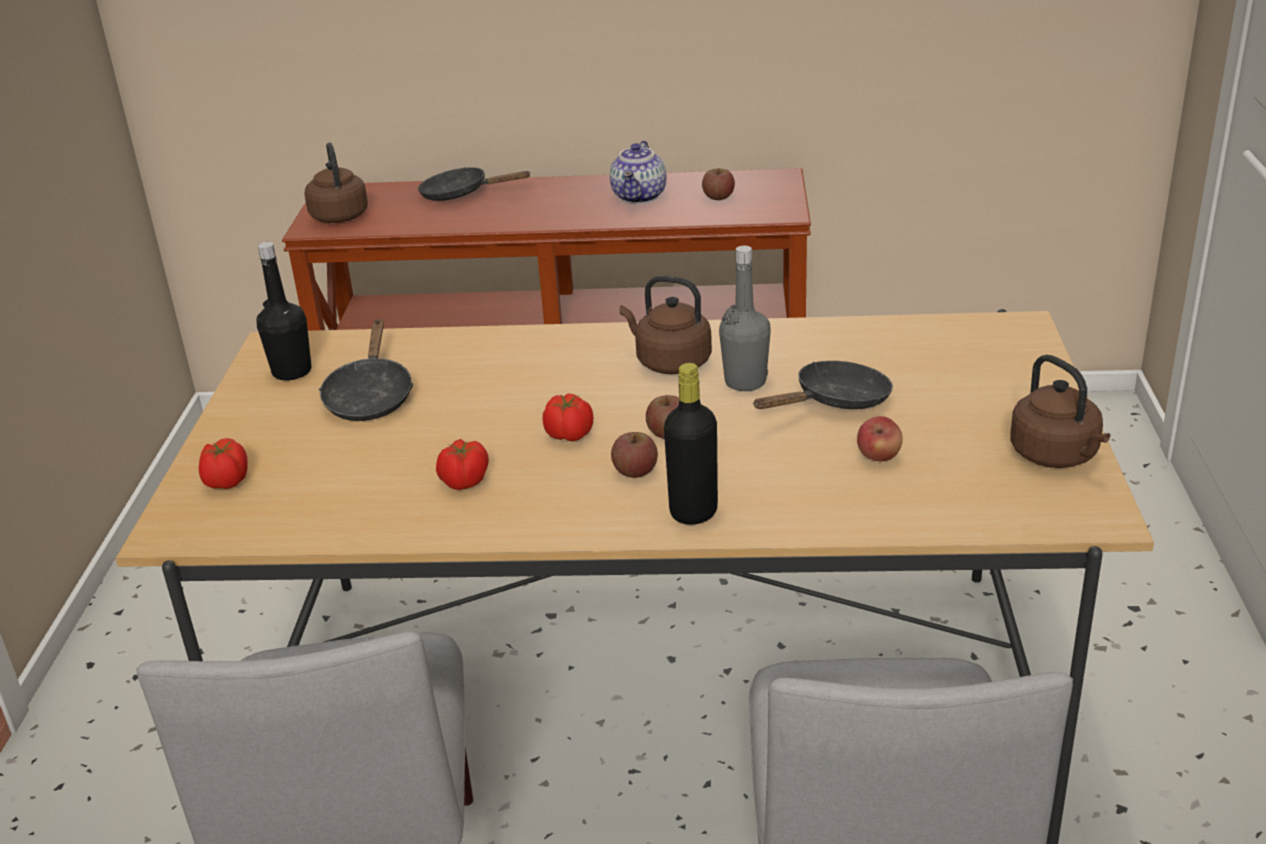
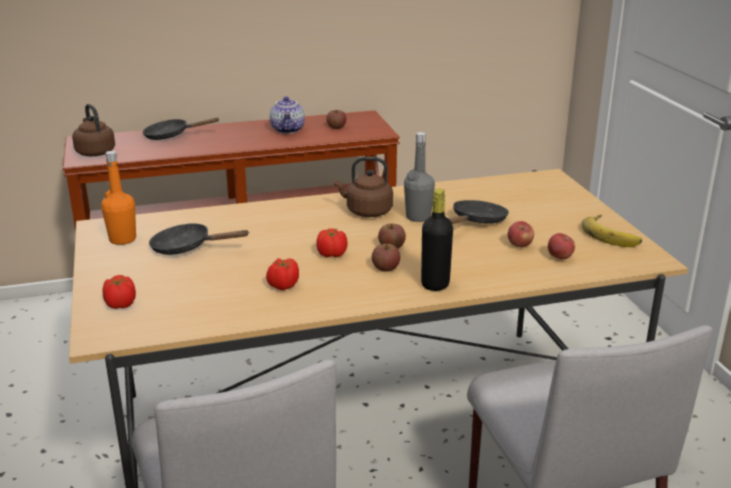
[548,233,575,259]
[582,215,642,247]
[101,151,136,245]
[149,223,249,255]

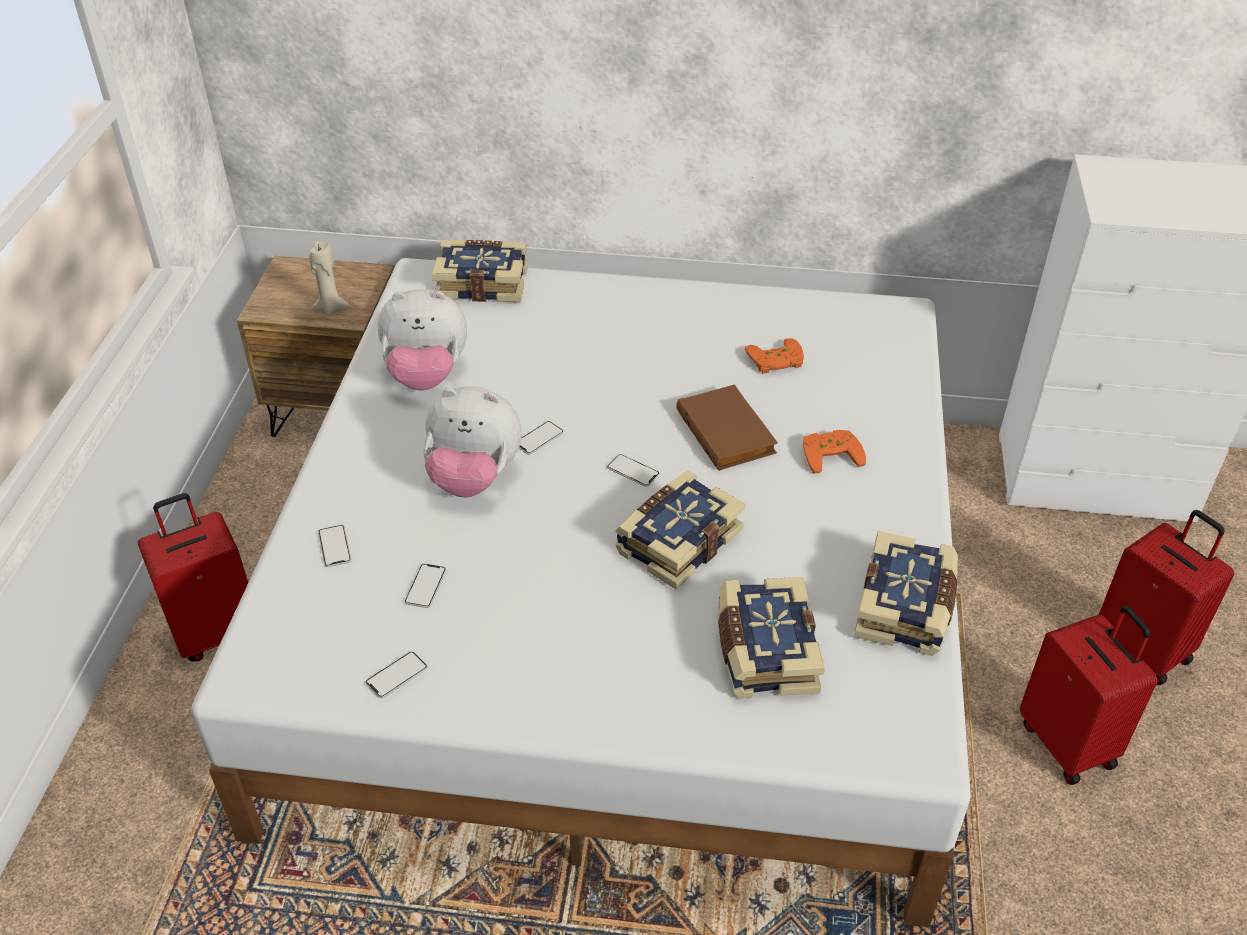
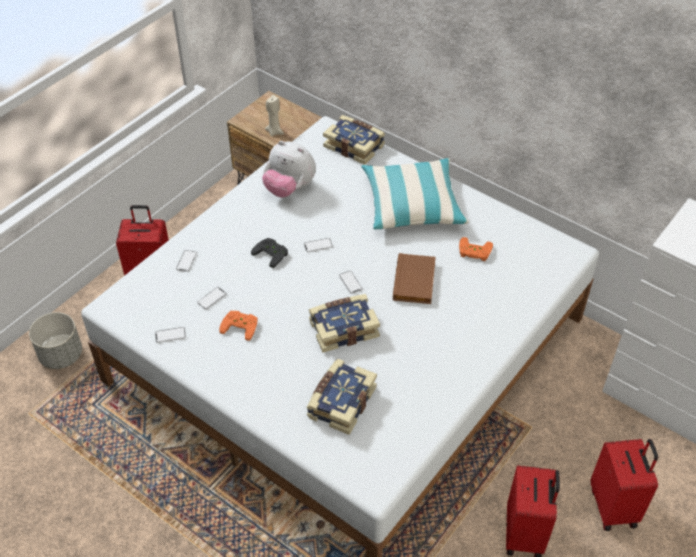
[853,531,958,656] (first image)
[29,312,82,369]
[361,158,469,229]
[219,311,258,341]
[251,238,288,268]

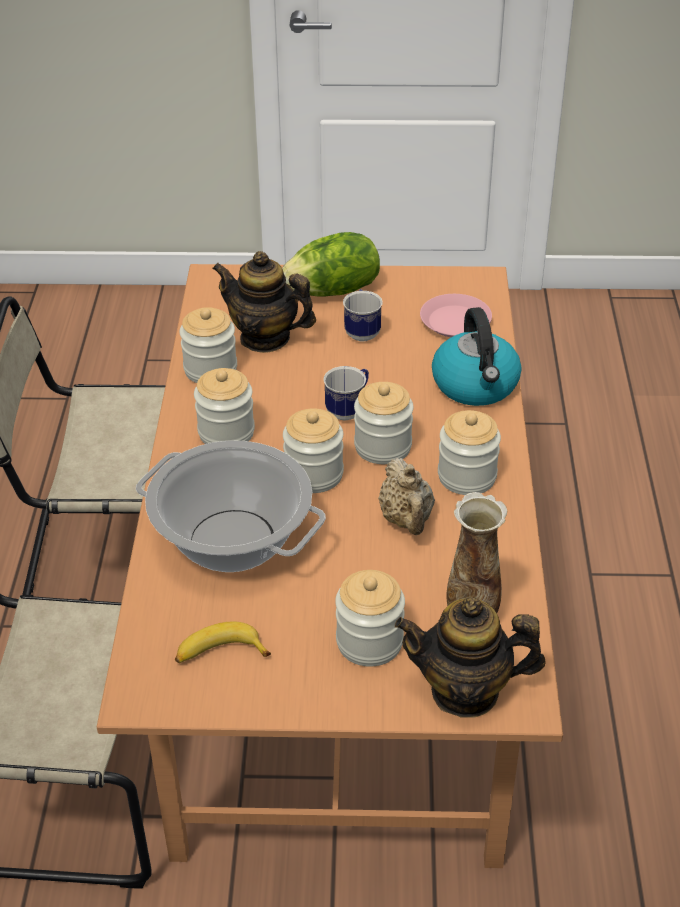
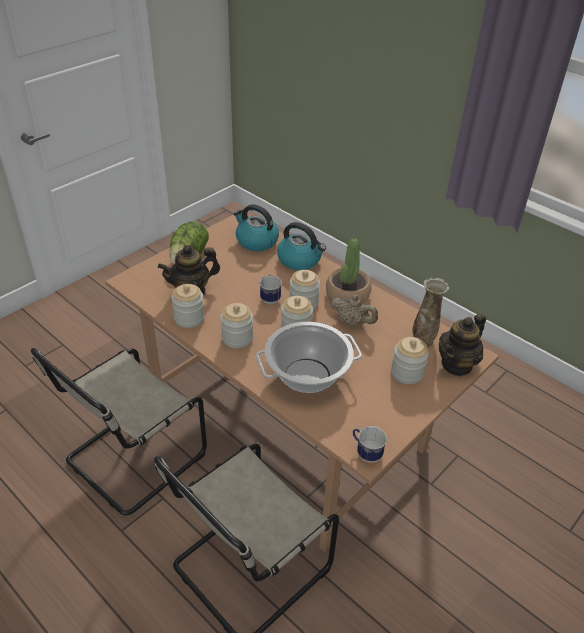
[175,621,271,663] (first image)
[353,426,387,463]
[234,204,279,251]
[326,238,371,303]

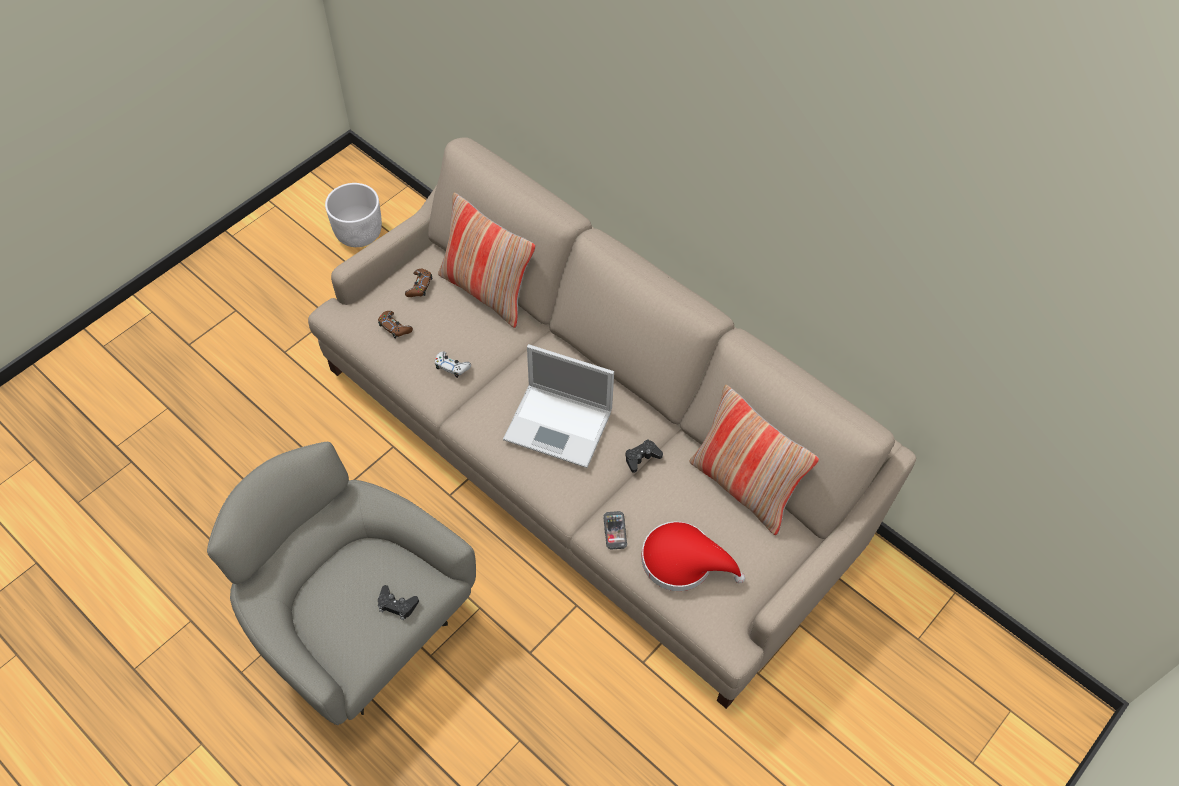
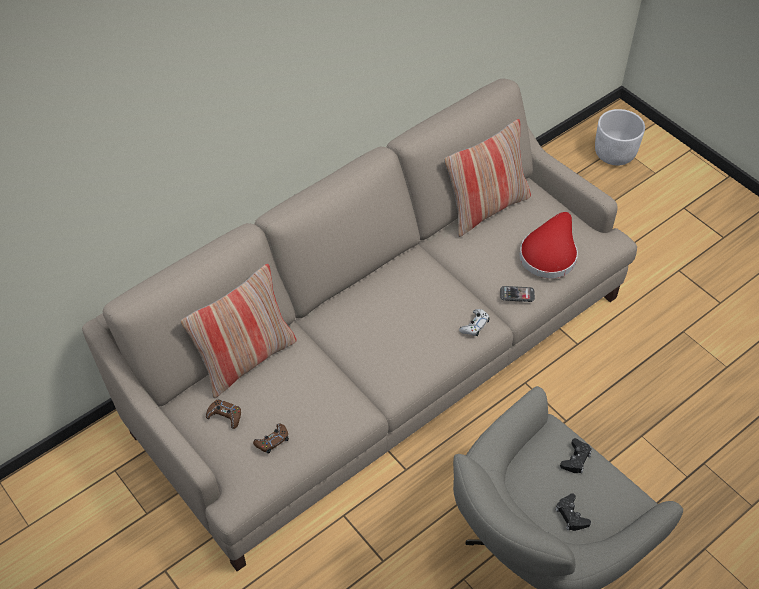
[503,344,614,468] (first image)
[595,109,645,165]
[459,309,490,336]
[555,493,591,531]

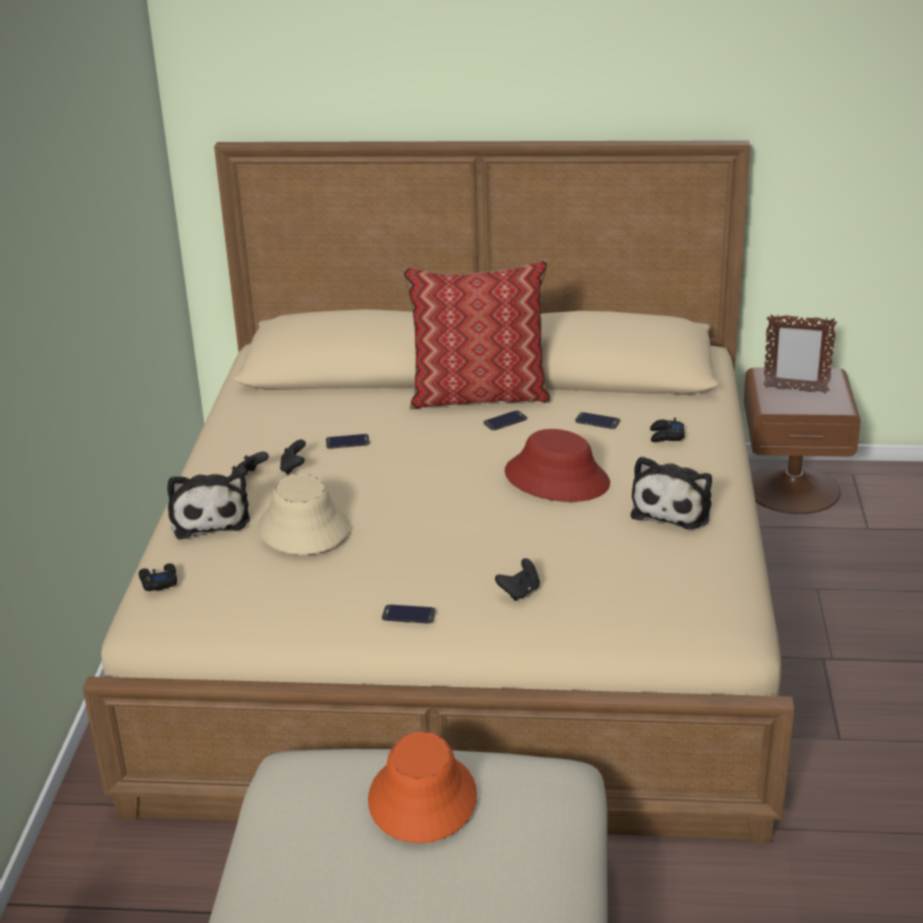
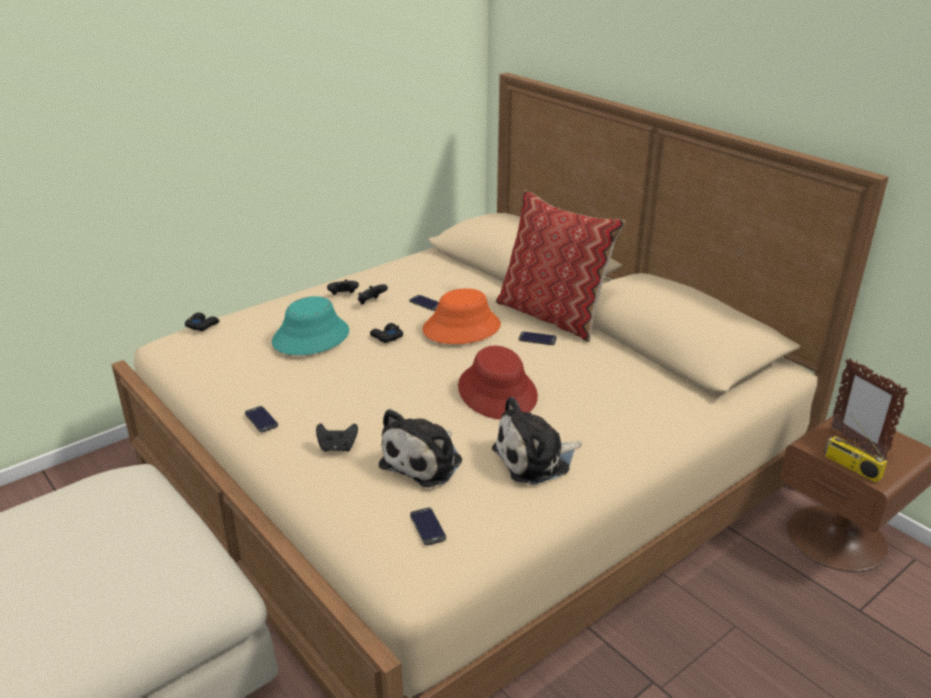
[824,413,887,483]
[379,409,462,487]
[422,288,501,344]
[410,507,446,545]
[370,323,403,343]
[272,296,349,355]

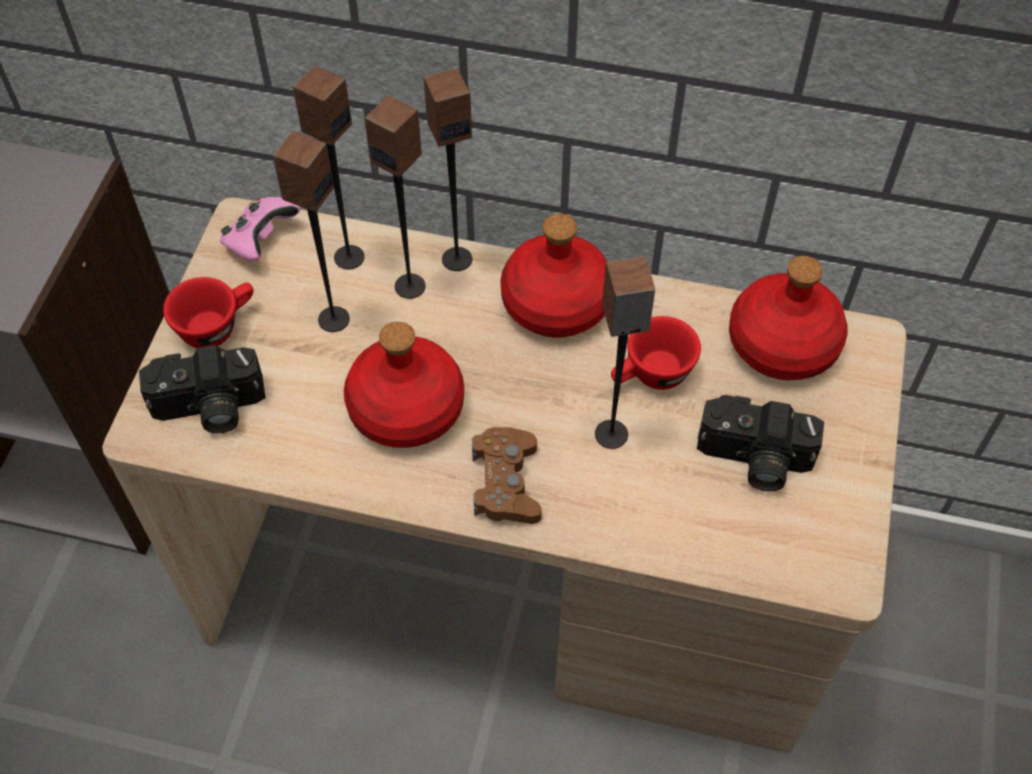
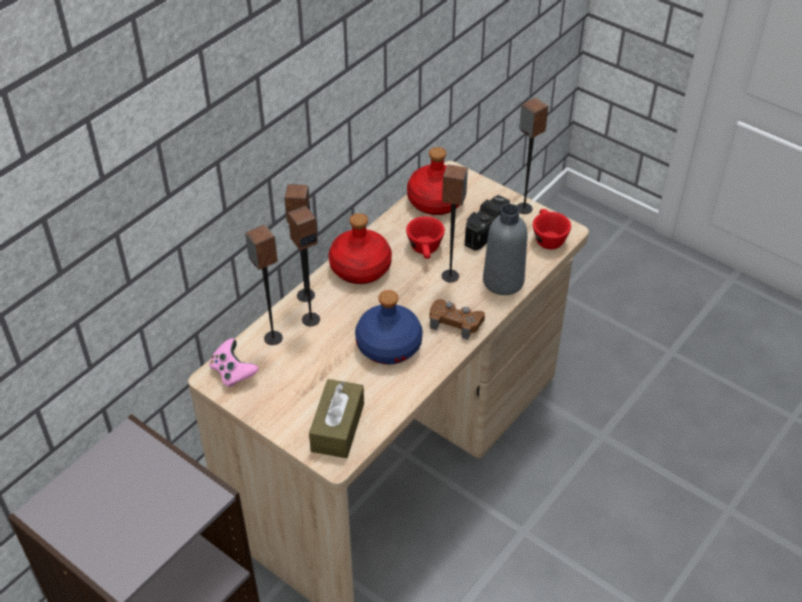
[483,204,528,295]
[533,209,571,249]
[517,97,548,214]
[309,379,364,458]
[355,290,423,364]

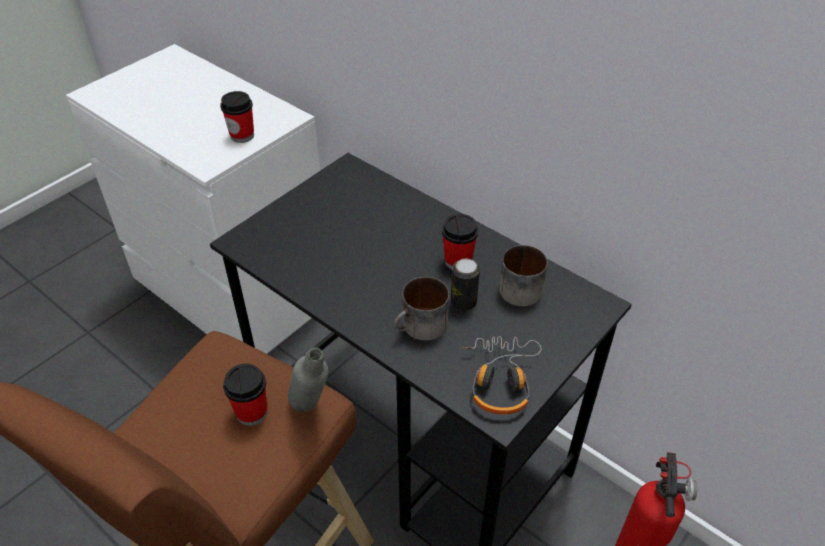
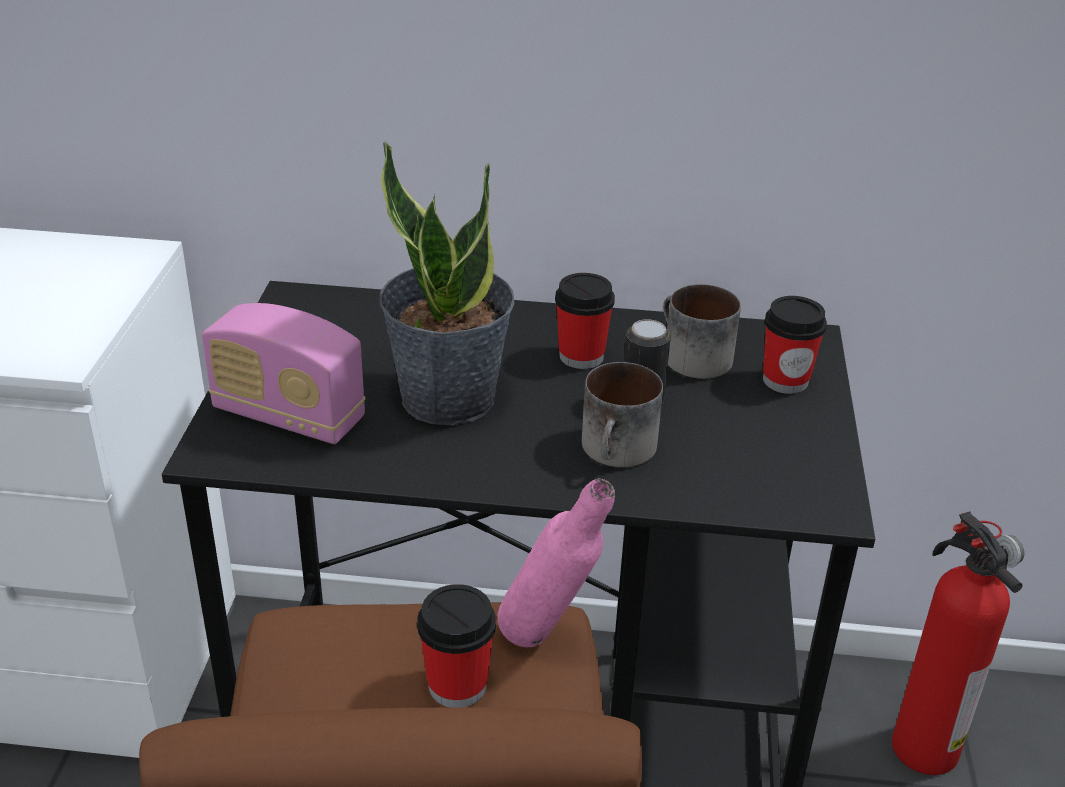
[462,336,542,414] (first image)
[202,303,365,444]
[379,140,515,426]
[763,296,827,394]
[497,478,615,647]

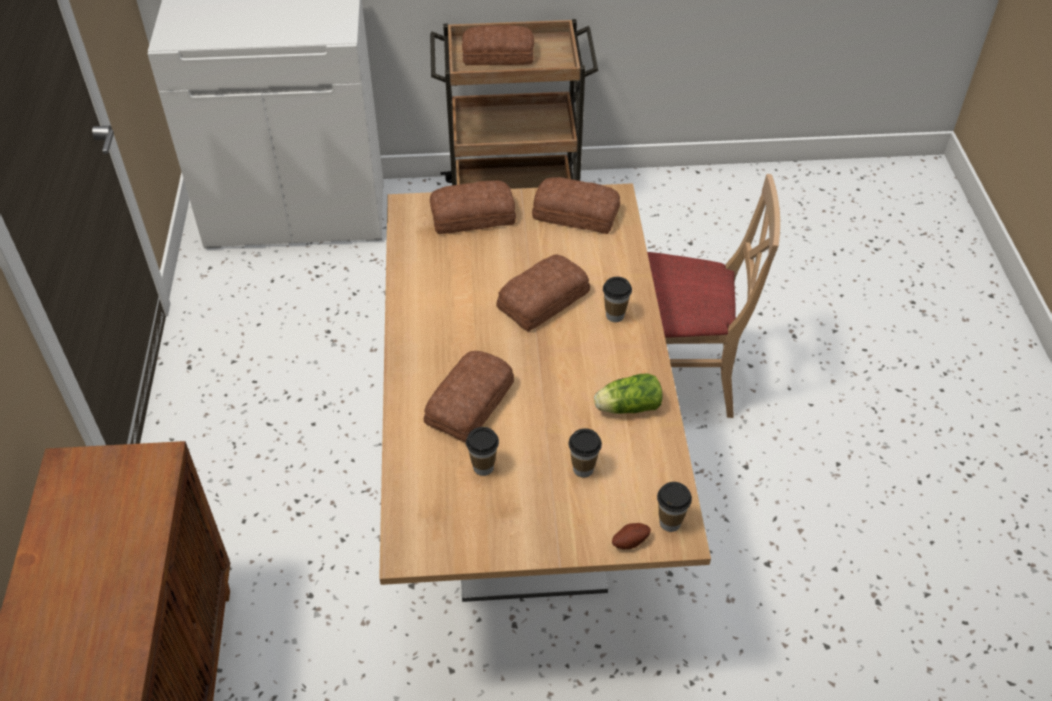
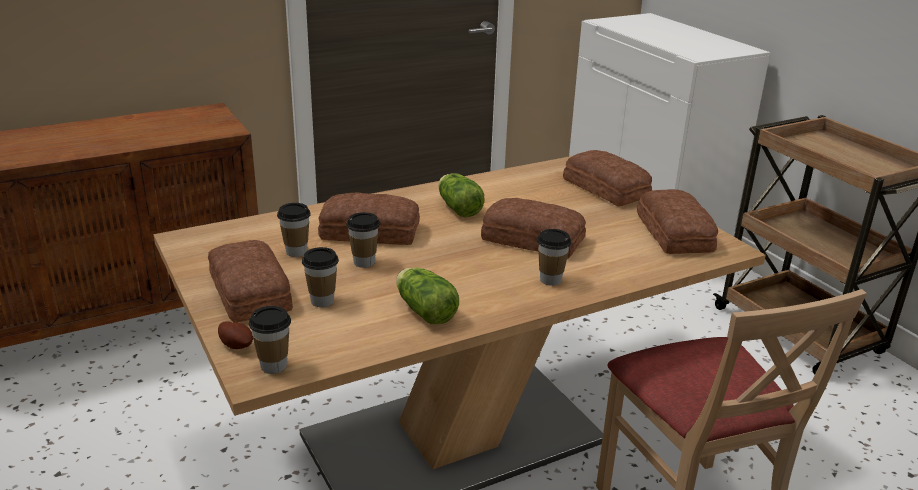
[346,212,380,268]
[438,173,484,217]
[208,240,293,323]

